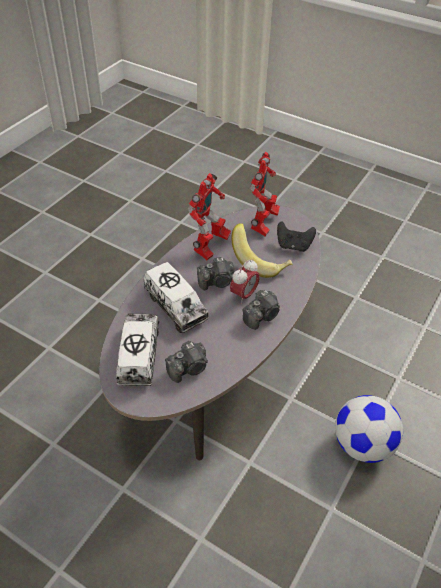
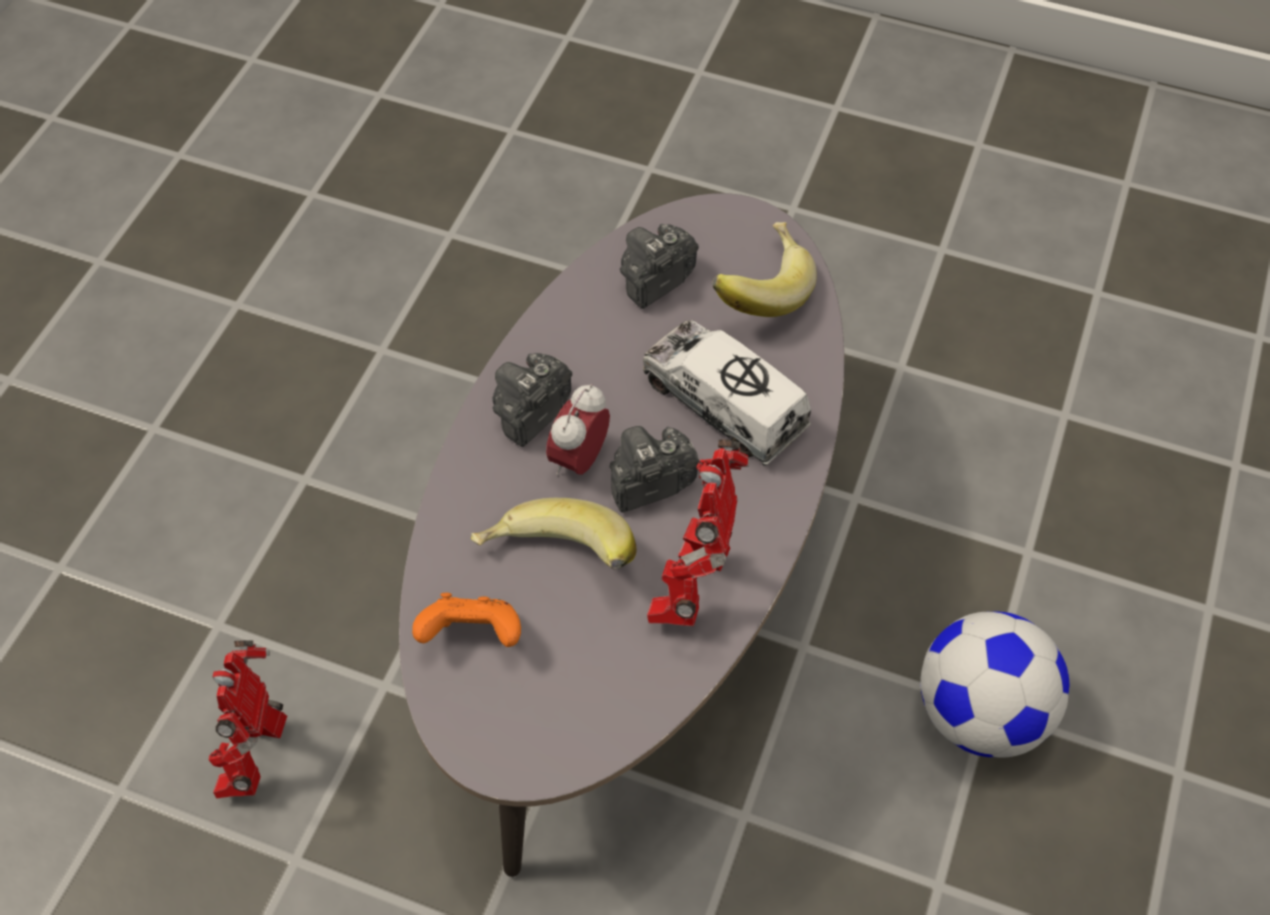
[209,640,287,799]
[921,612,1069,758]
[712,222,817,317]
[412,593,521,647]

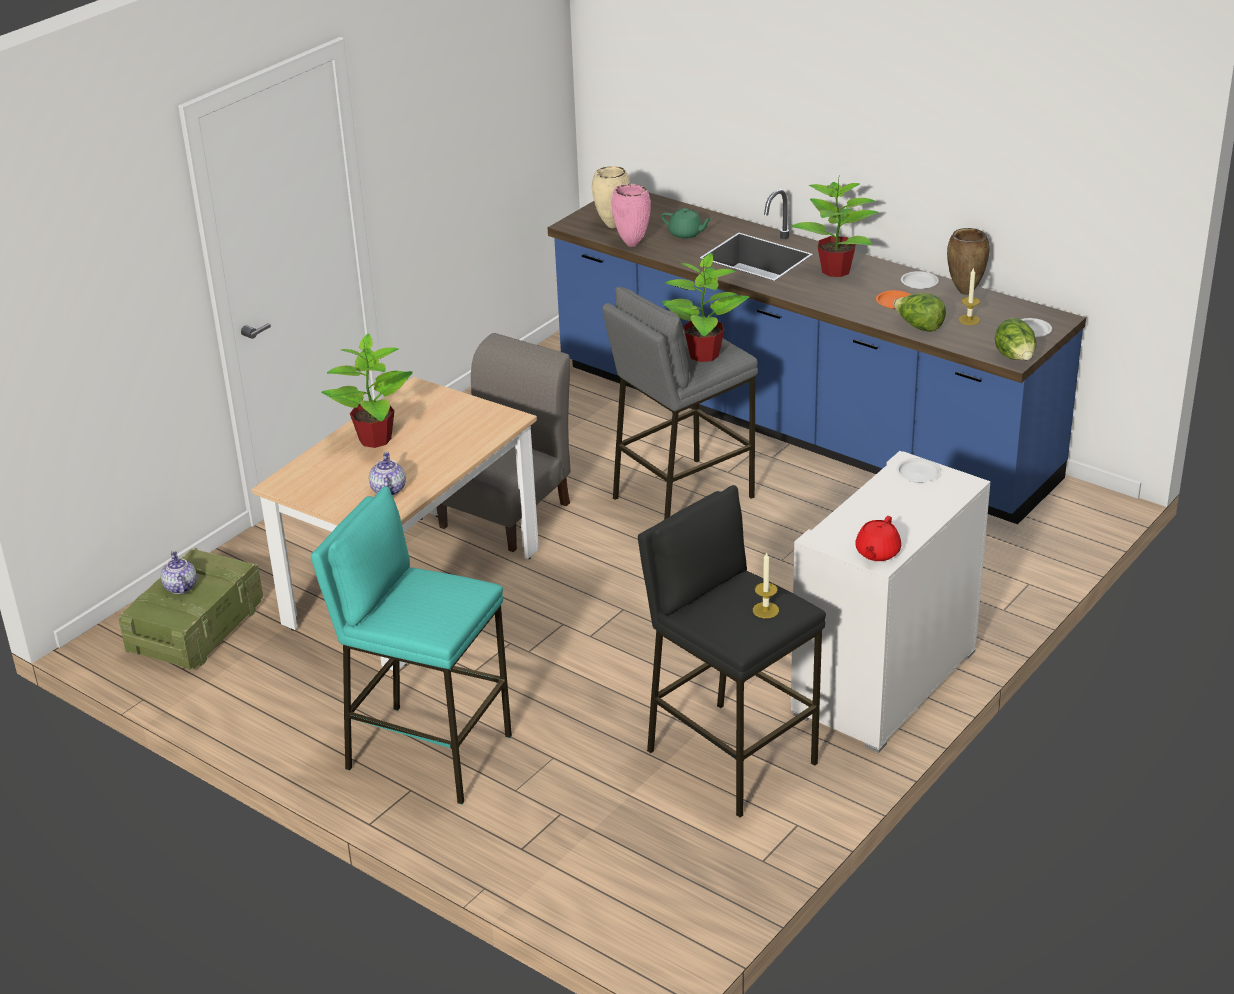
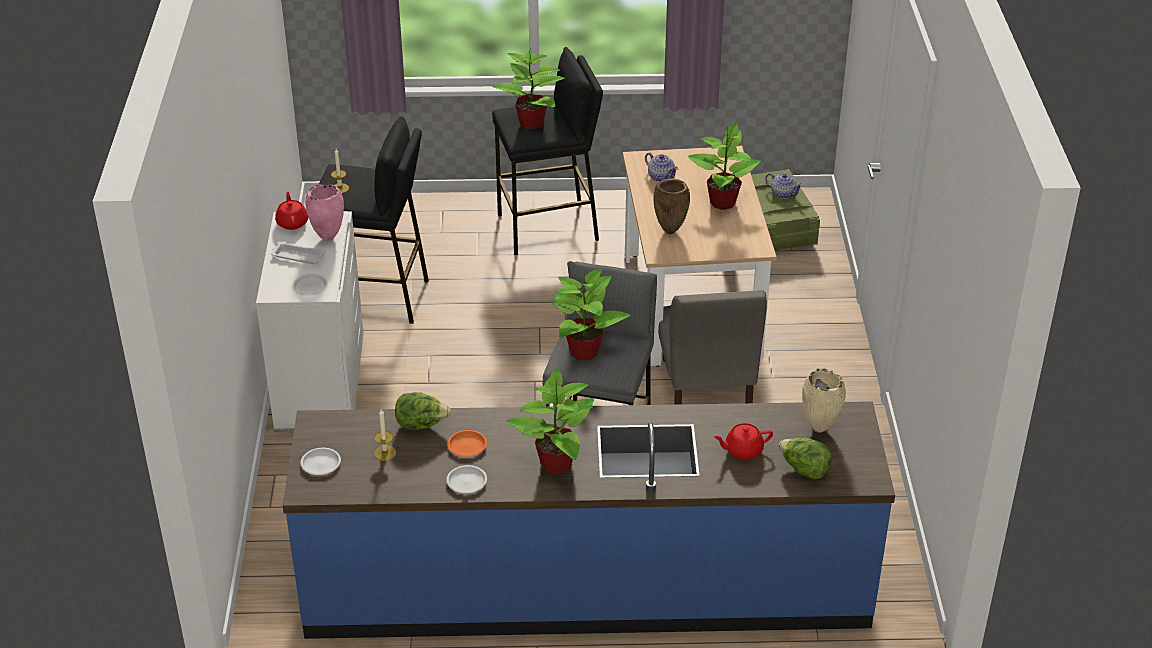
[271,242,326,264]
[492,50,565,129]
[305,184,344,241]
[653,178,690,234]
[779,438,832,479]
[492,47,603,255]
[714,423,773,459]

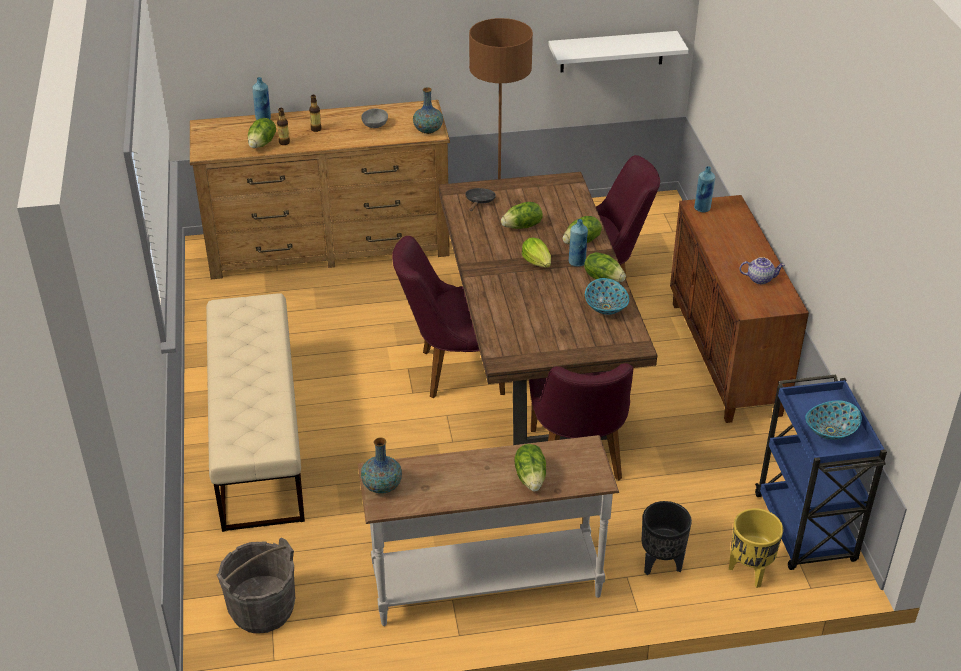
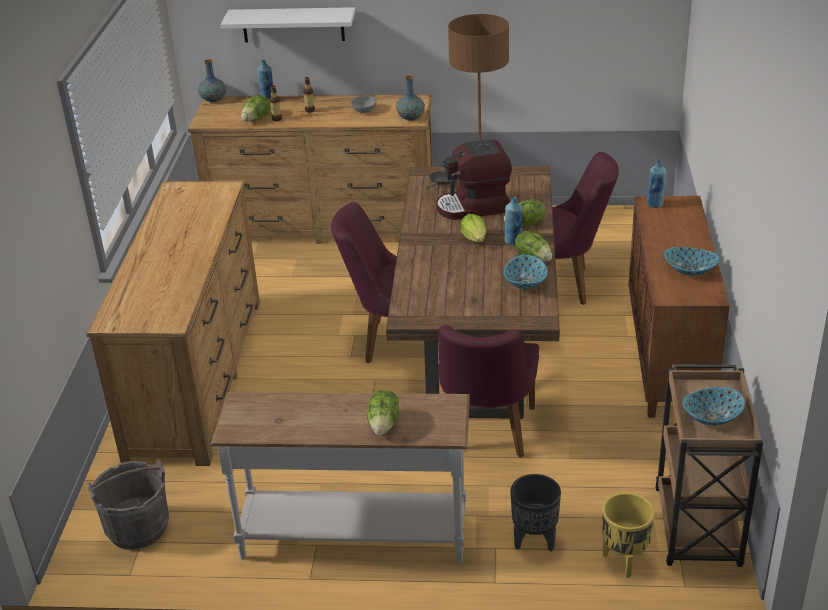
[198,59,226,102]
[220,7,356,43]
[86,181,260,466]
[436,139,512,220]
[664,247,719,276]
[655,364,763,567]

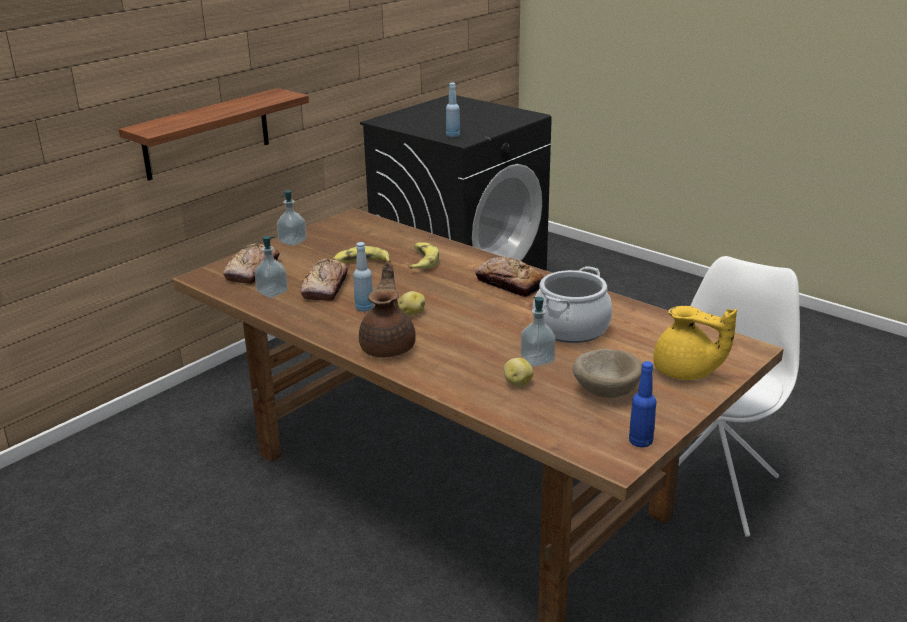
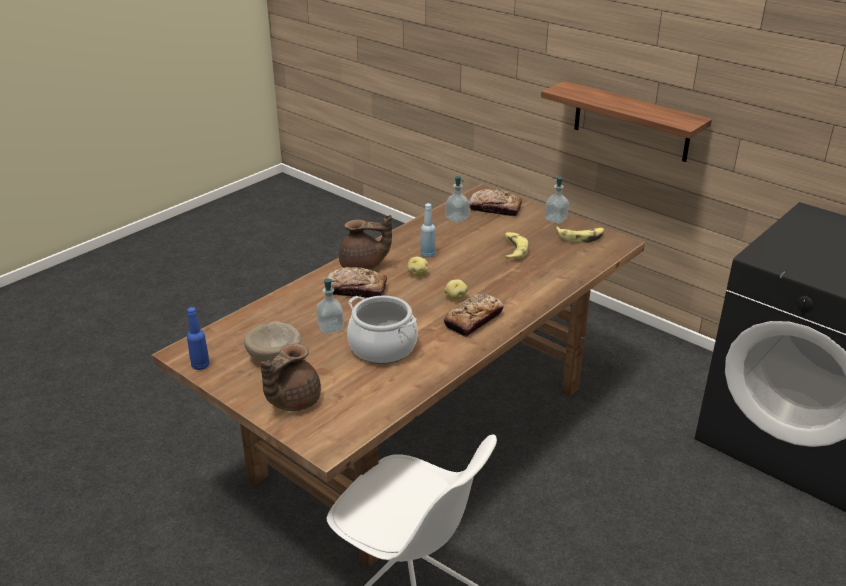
[446,83,460,137] (first image)
[327,267,387,298]
[555,226,604,243]
[444,279,468,300]
[261,343,321,411]

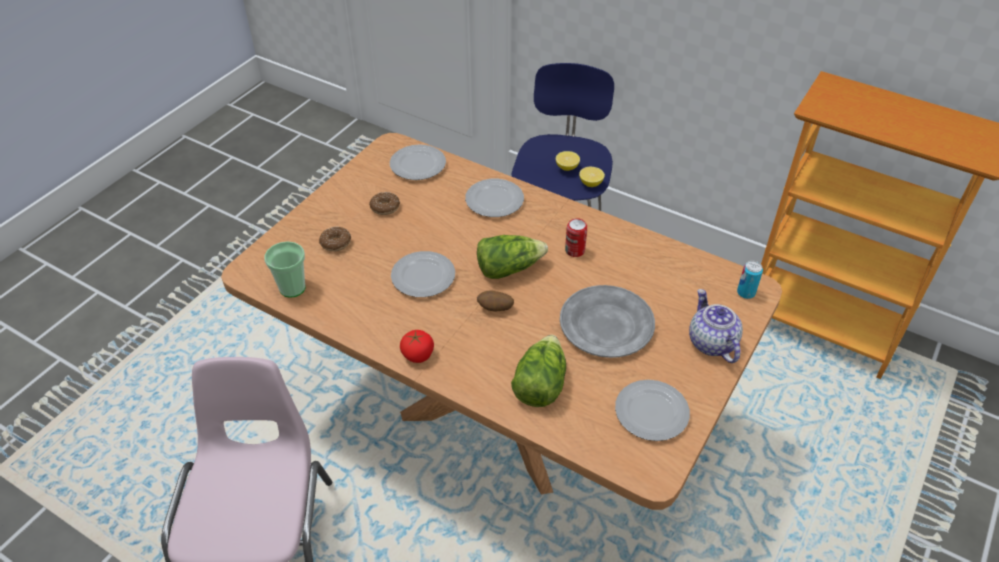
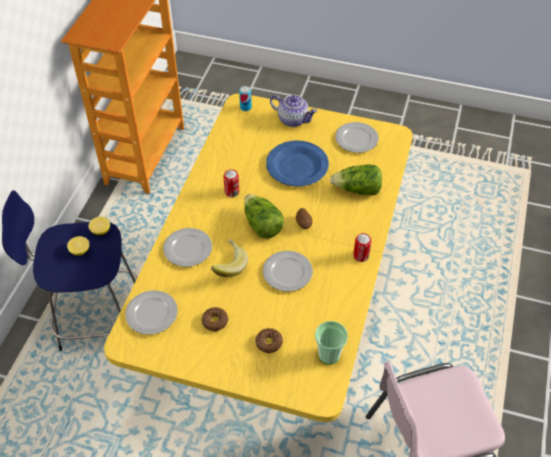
[211,239,248,277]
[353,233,371,262]
[104,93,413,422]
[266,140,329,187]
[270,95,318,127]

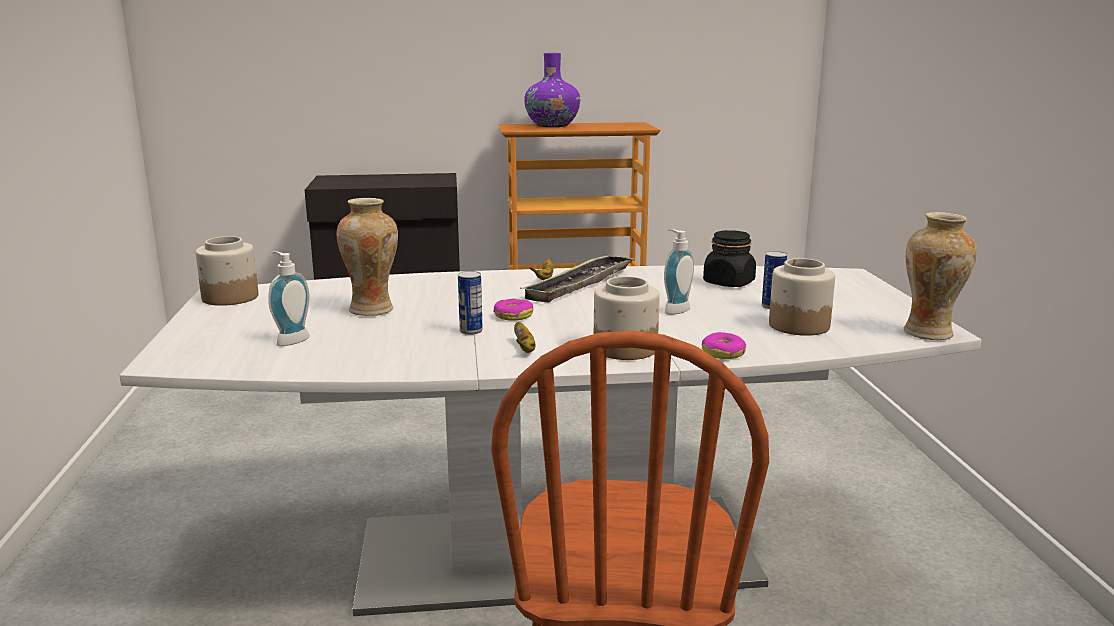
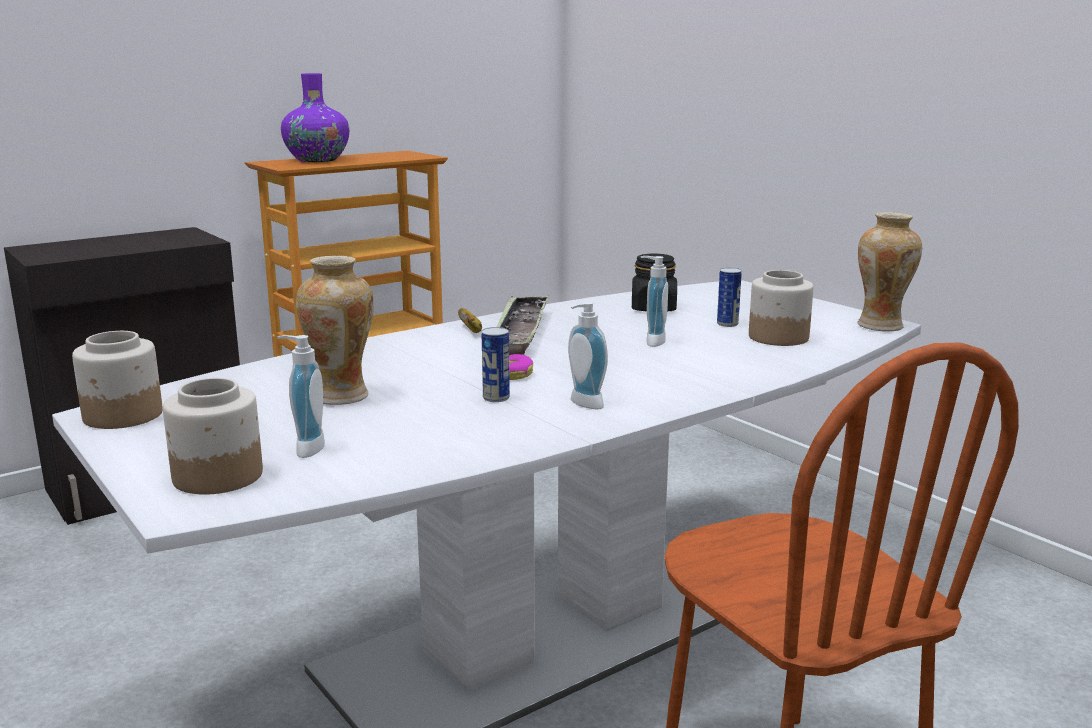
[702,332,746,359] (first image)
[163,378,263,495]
[568,301,608,409]

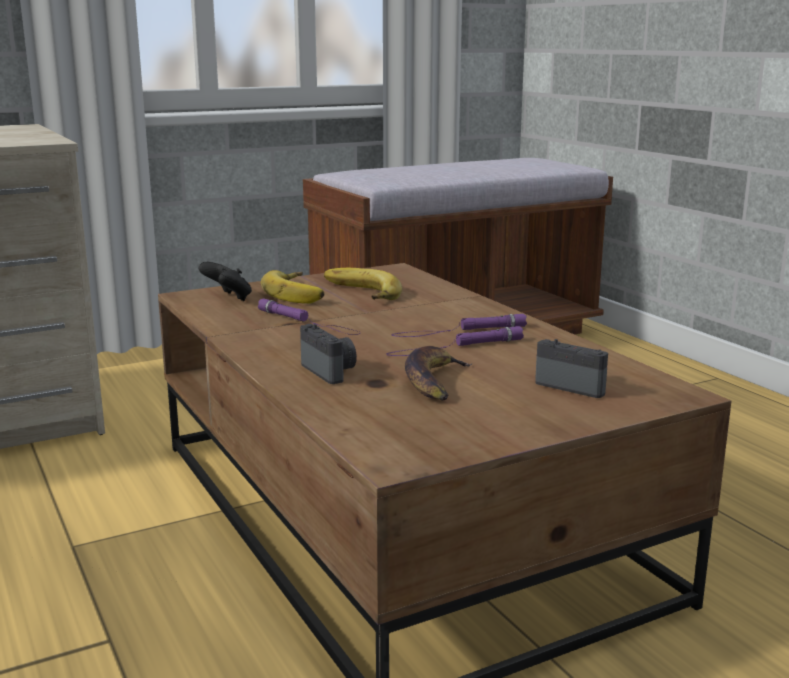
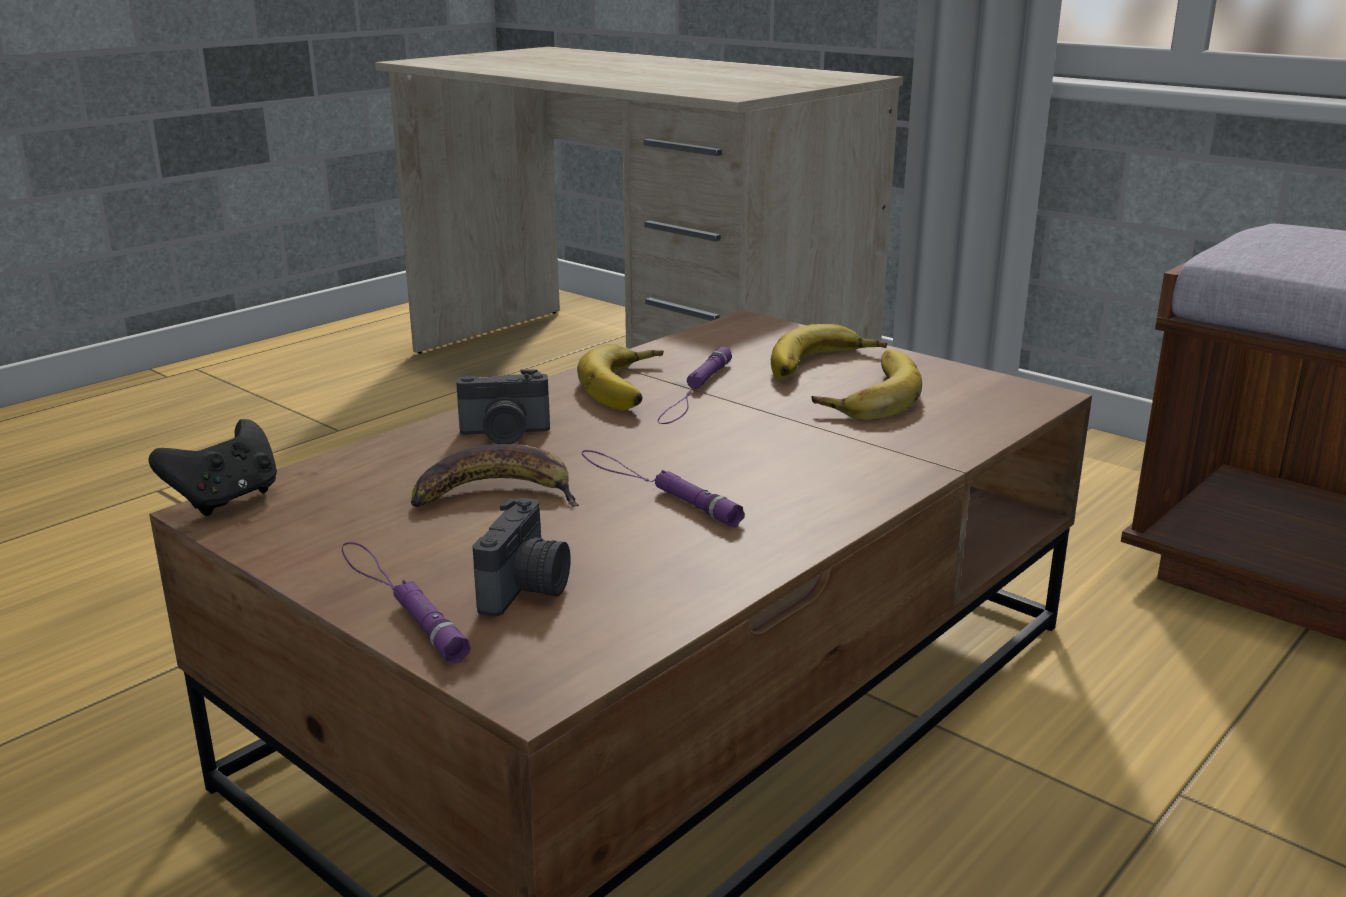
[577,344,664,410]
[149,419,277,516]
[342,542,471,663]
[456,369,550,444]

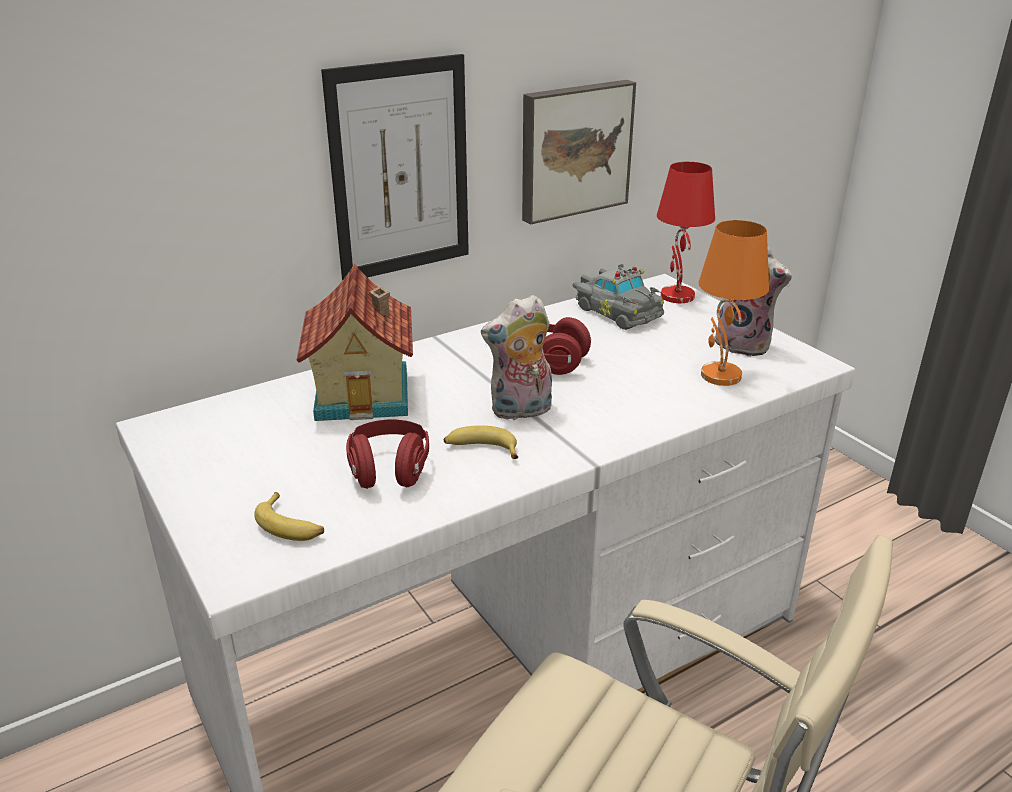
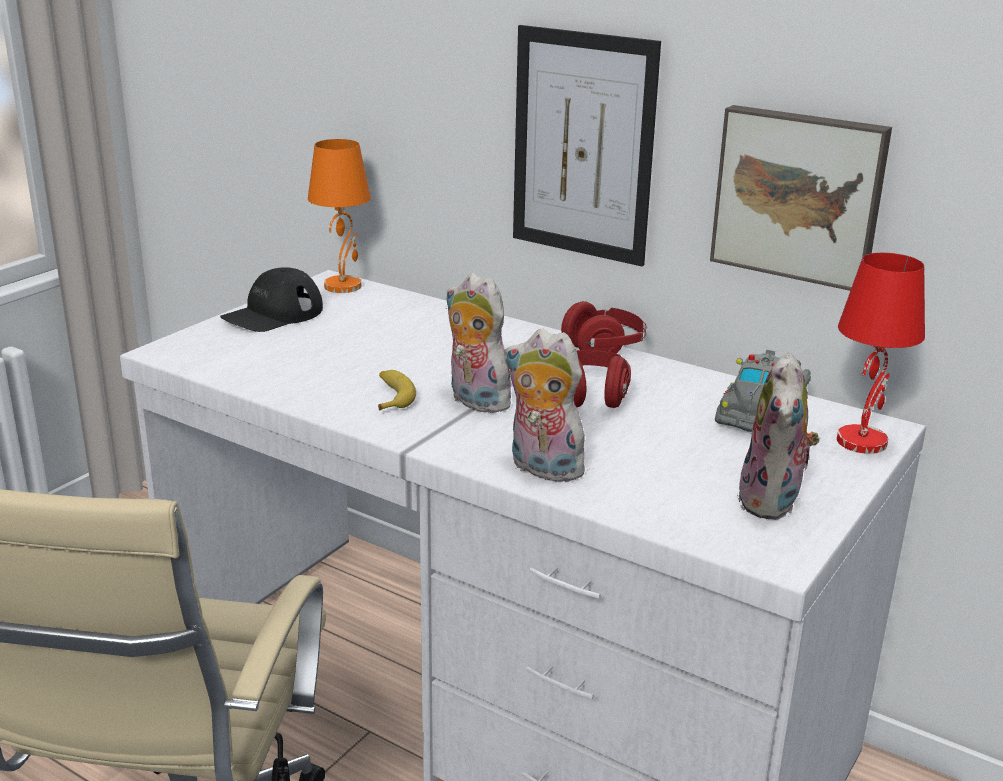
[254,492,324,541] (first image)
[296,264,413,421] (first image)
[220,267,323,332]
[504,329,591,483]
[561,301,647,354]
[308,139,371,293]

